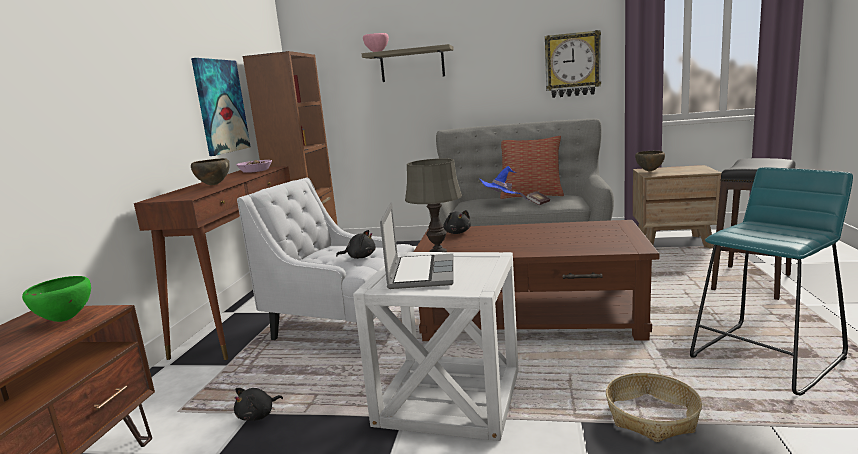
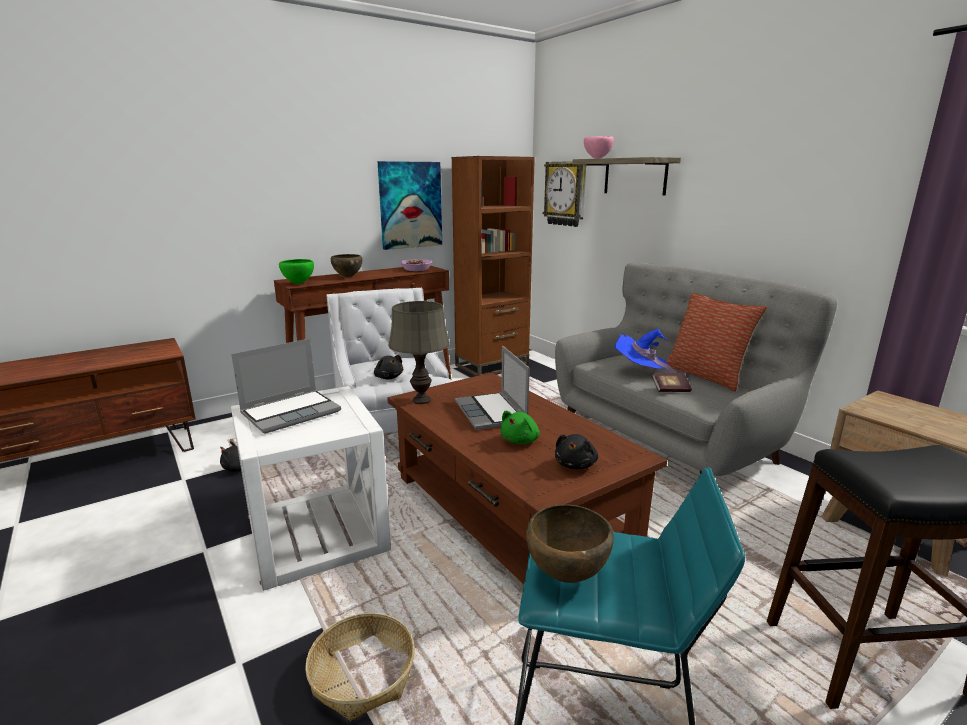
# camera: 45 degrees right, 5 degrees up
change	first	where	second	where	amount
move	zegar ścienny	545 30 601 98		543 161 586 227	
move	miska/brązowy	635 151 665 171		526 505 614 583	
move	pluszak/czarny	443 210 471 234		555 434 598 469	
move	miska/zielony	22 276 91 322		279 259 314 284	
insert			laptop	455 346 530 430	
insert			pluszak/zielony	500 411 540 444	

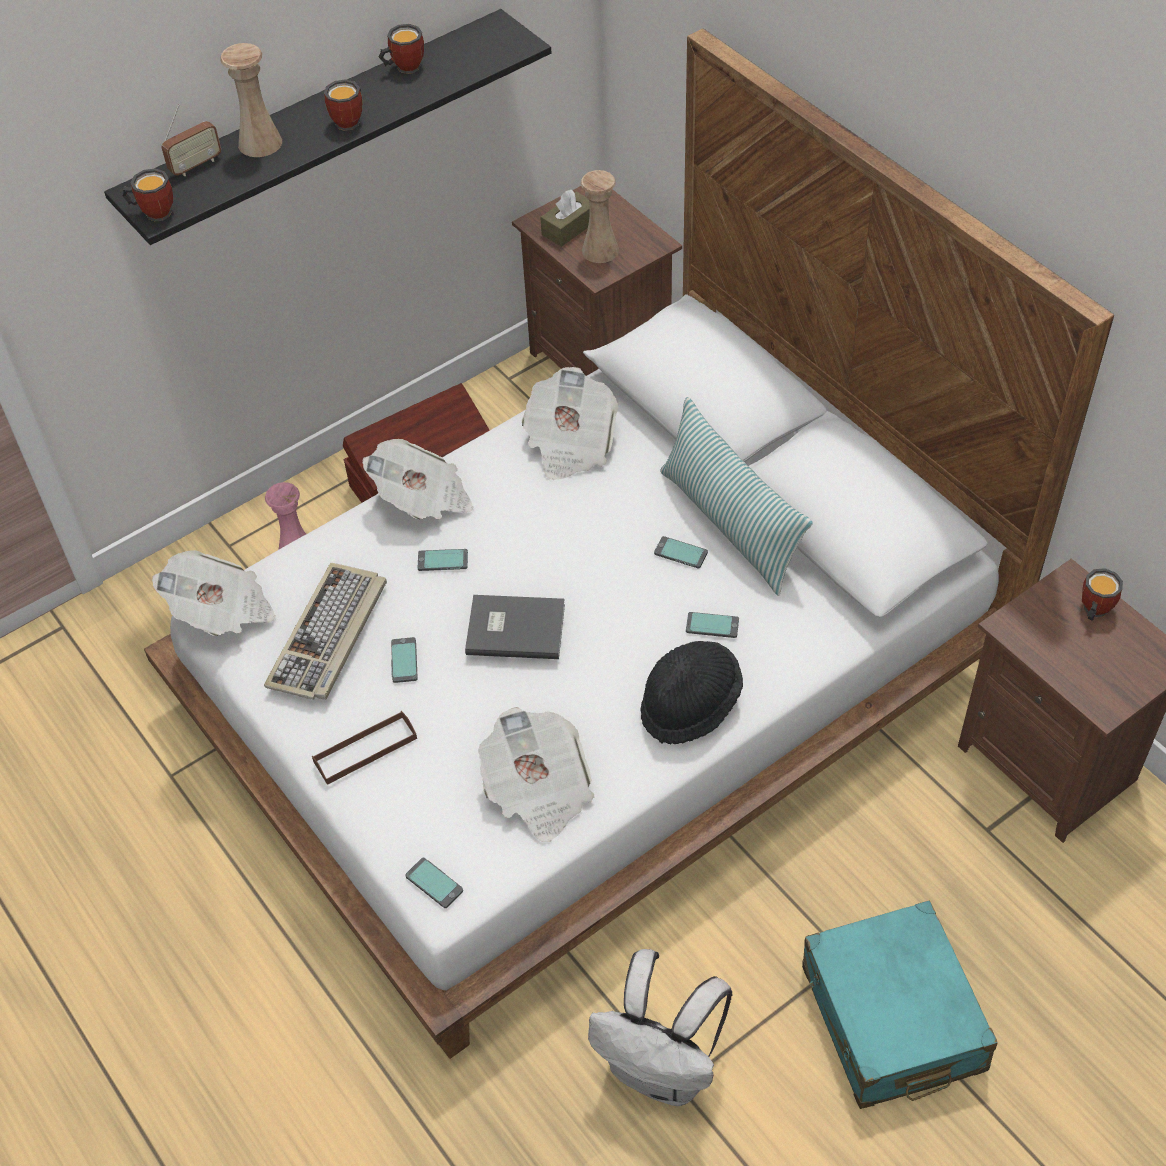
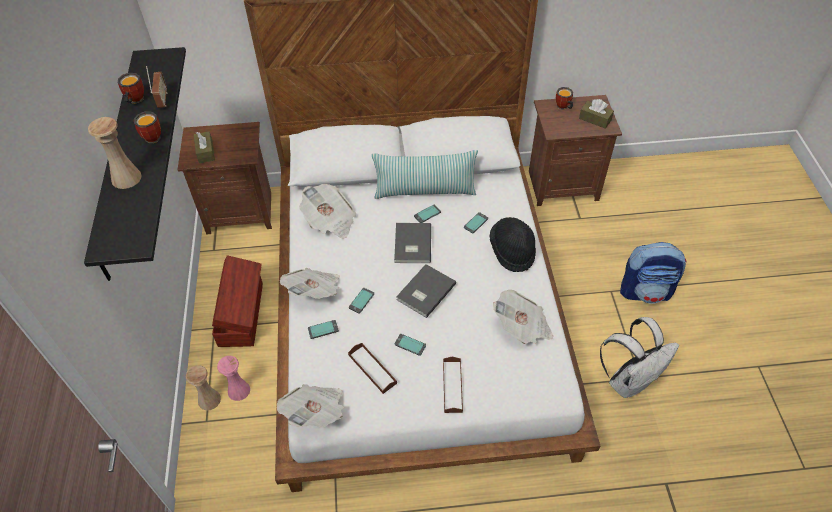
# camera: 60 degrees left, 0 degrees up
change	first	where	second	where	amount
move	radio	162 104 221 176		146 66 167 108	
delete	kubek	123 169 173 222			
move	wazon/beżowy	581 170 619 263		186 365 221 411	
replace	klawiatura	264 563 387 700	taca/brązowy	348 343 397 394	
move	telefon	405 858 463 908		308 320 339 339	
replace	walizka/turkusowy	802 901 998 1109	plecak	620 242 686 304	
insert			pudełko chusteczek/brązowy	579 99 614 129	
insert			książka/szary	394 223 431 263	

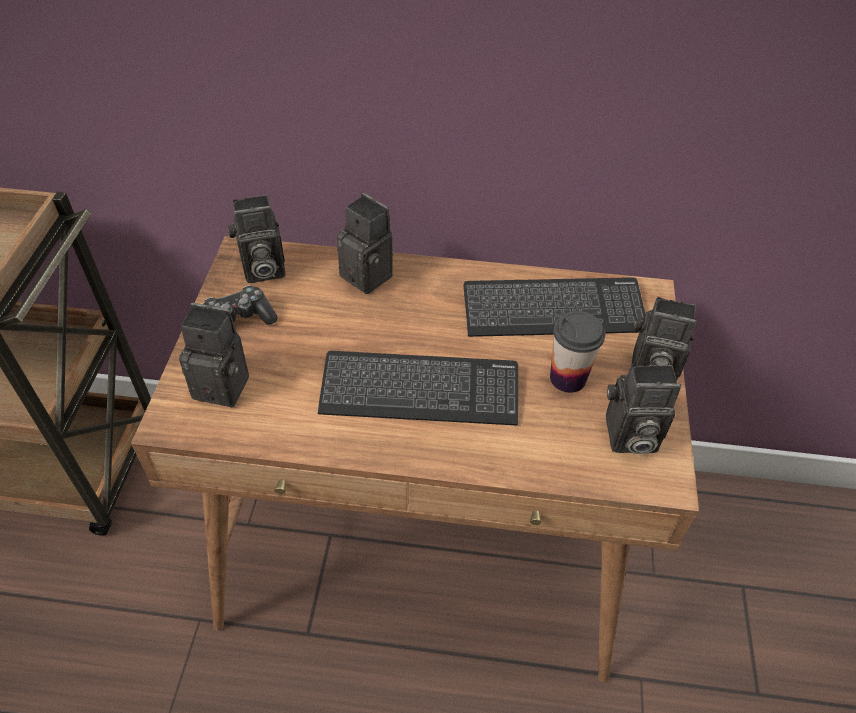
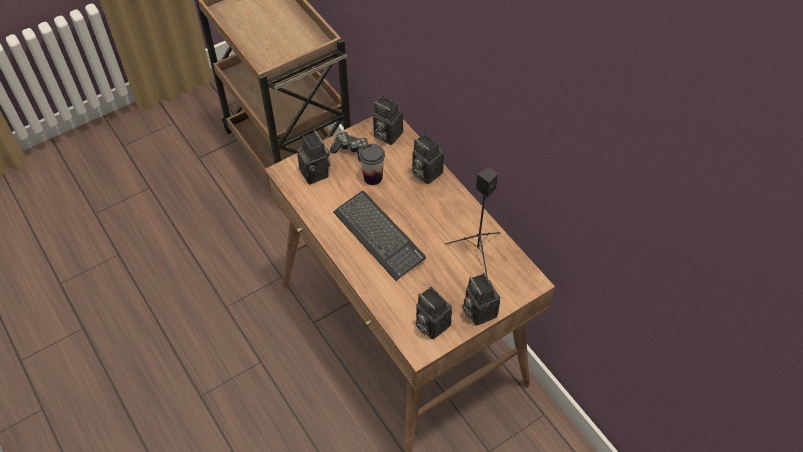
# camera: 50 degrees right, 5 degrees up
change	first	where	second	where	amount
rotate	aparat fotograficzny	337 193 393 294		412 134 444 184	135 degrees clockwise
replace	klawiatura	464 277 645 337	głośnik/czarny	445 167 500 279	
move	filiżanka	550 311 605 393		359 144 385 185	

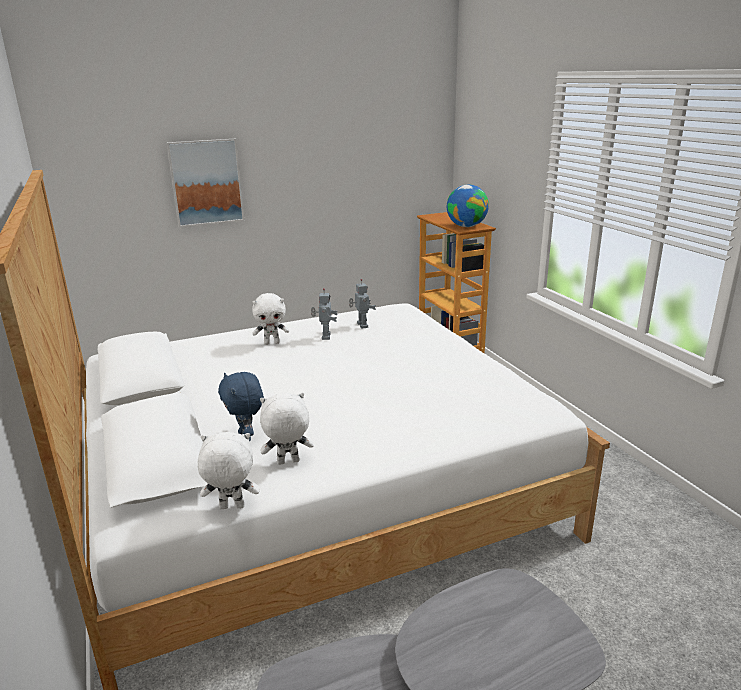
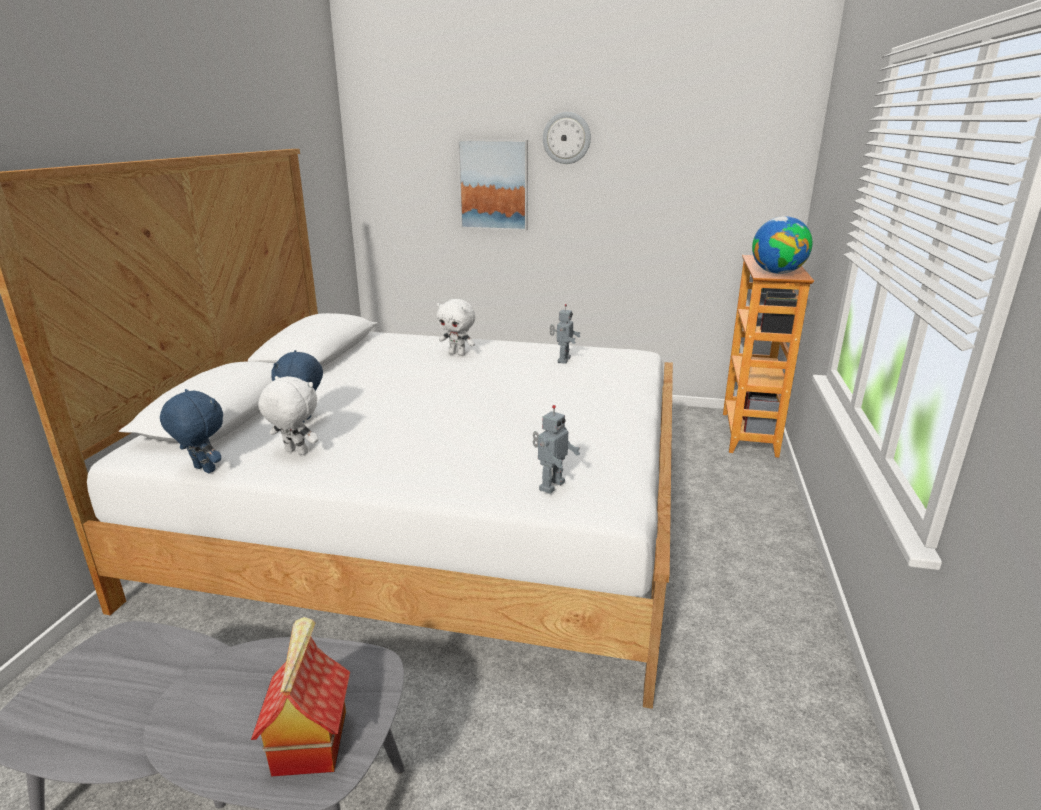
# camera: 35 degrees right, 0 degrees up
change	first	where	second	where	amount
move	robot zabawkowy	311 288 338 340		533 405 580 494	
recolor	pluszak/biały	198 432 260 509	pluszak/niebieski	160 389 223 473	
insert			zegar ścienny	543 112 591 164	
insert			domek	251 617 350 777	

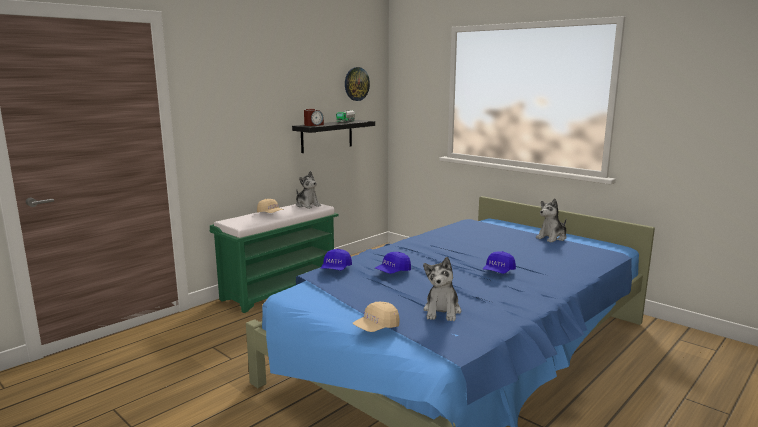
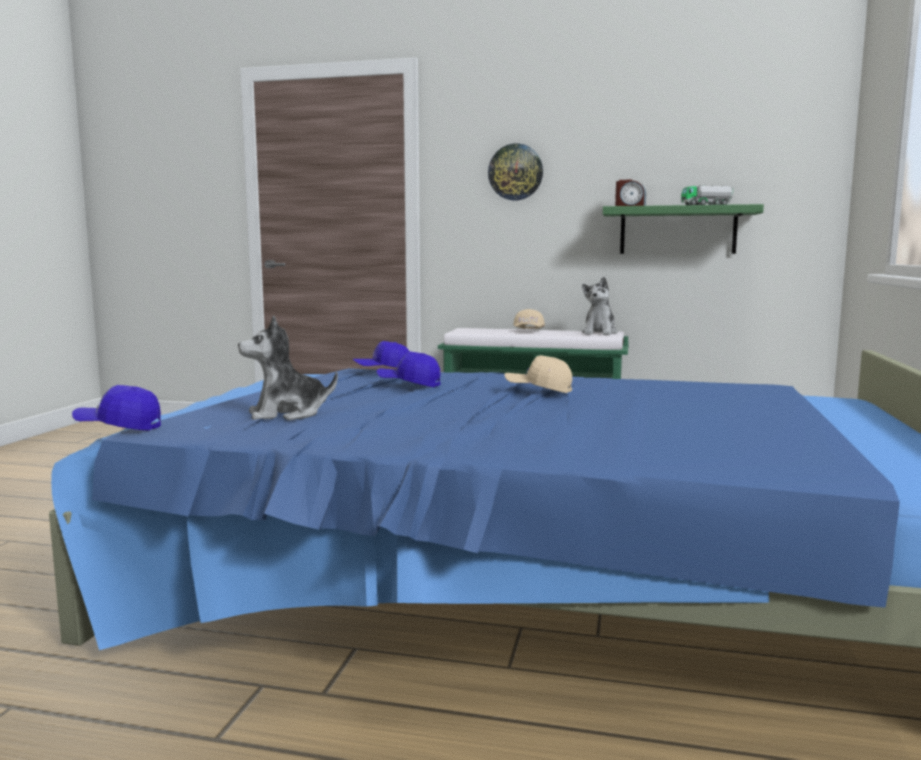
# camera: 60 degrees right, 5 degrees down
change	first	where	second	where	amount
move	zegar ścienny	345 67 370 101		488 143 543 200	
recolor	półka/czarny	292 120 375 153	półka/zielony	603 204 764 254	
delete	pluszak	536 198 567 242			
move	czapka z daszkiem/niebieski	483 251 516 274		72 385 161 431	
move	czapka z daszkiem/beżowy	353 302 399 332		504 355 572 393	

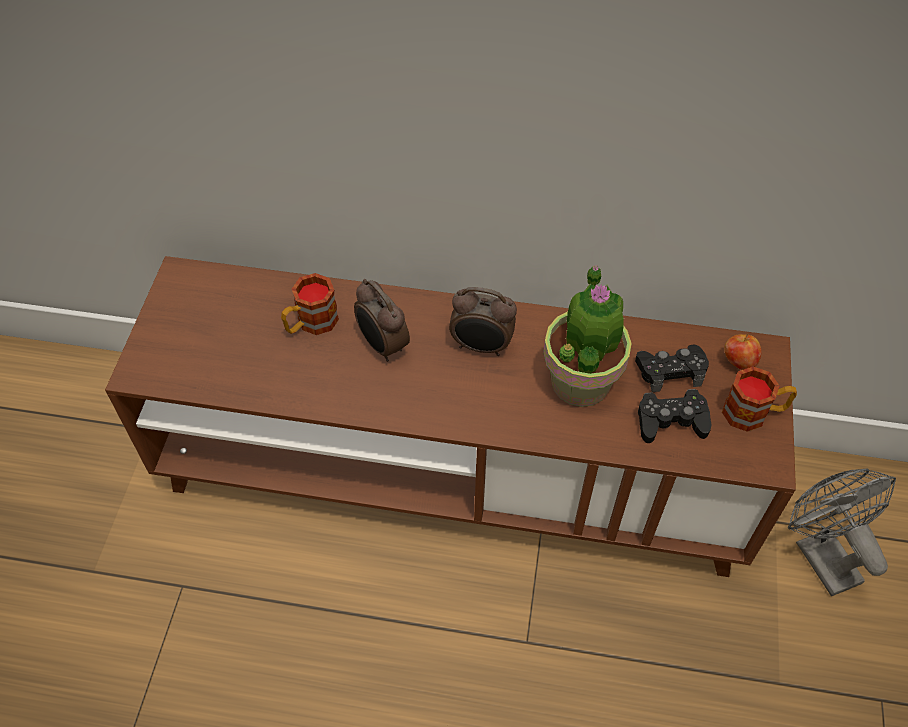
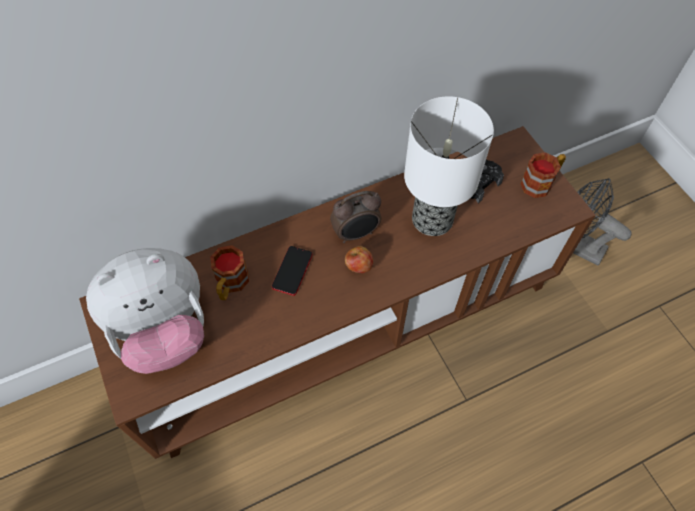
# camera: 35 degrees left, 5 degrees up
change	first	where	second	where	amount
replace	roślina doniczkowa	543 265 632 407	lampa stołowa	404 96 494 236	
replace	budzik	354 279 410 362	telefon	272 246 312 296	
move	jabłko	724 334 761 370		345 246 373 273	
delete	pad do gier/czarny	638 389 711 443			
insert			pluszak	86 248 204 374	

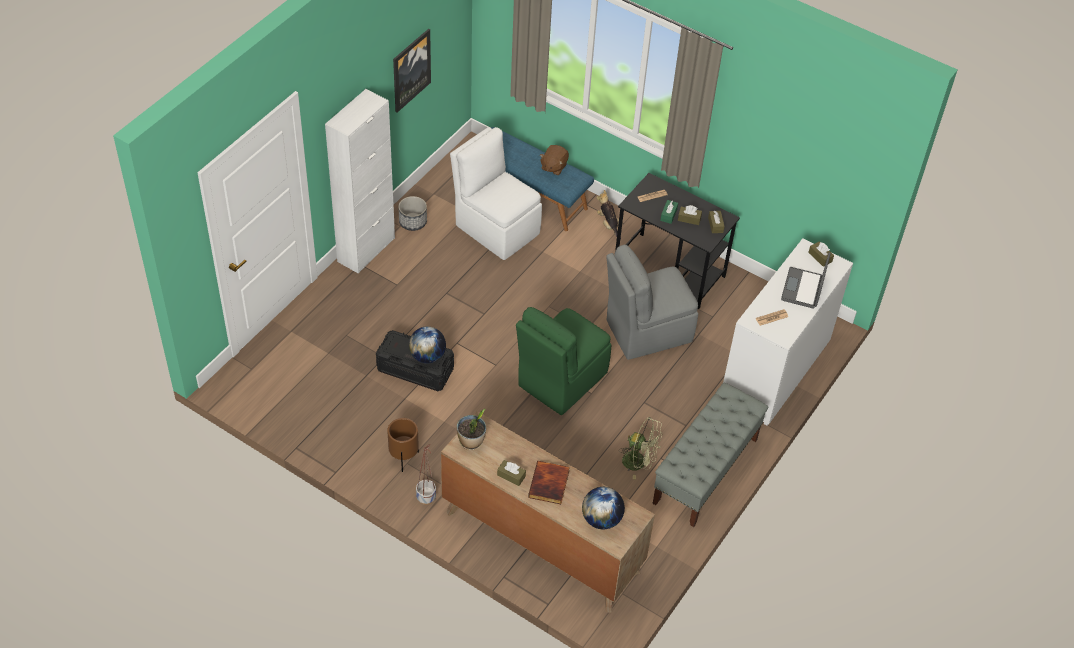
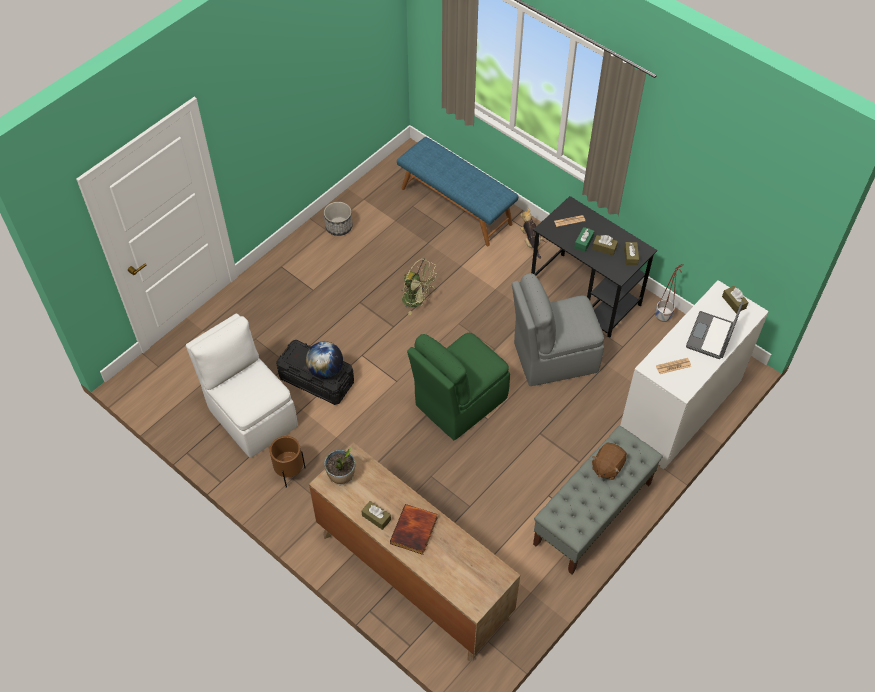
# camera: 10 degrees right, 5 degrees up
change	first	where	second	where	amount
delete	obraz	393 29 431 113			
delete	szafka/biały	325 89 395 274			
move	krzesło/biały	450 127 542 260		186 313 297 458	
move	pluszak/brązowy	540 145 569 175		592 443 627 480	
move	wentylator/zielony	619 417 663 479		401 258 438 315	
move	donica	416 444 436 505		655 264 684 322	
delete	globus	582 487 625 530			

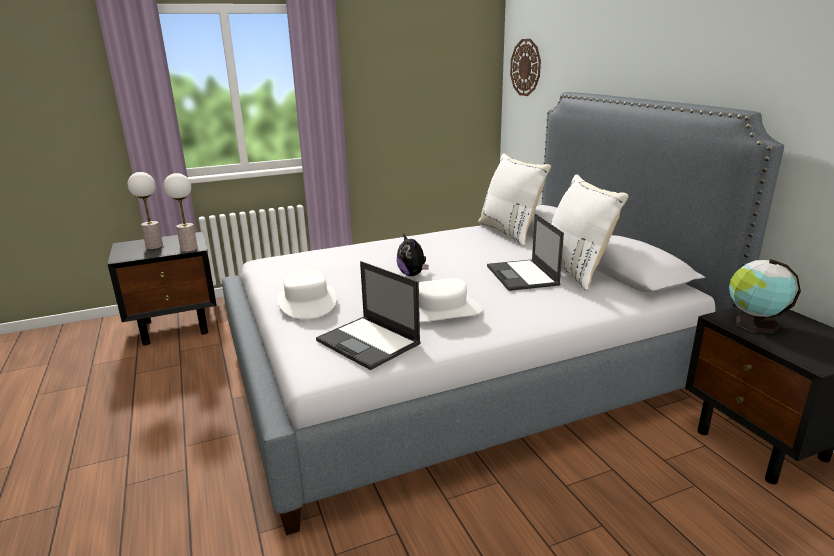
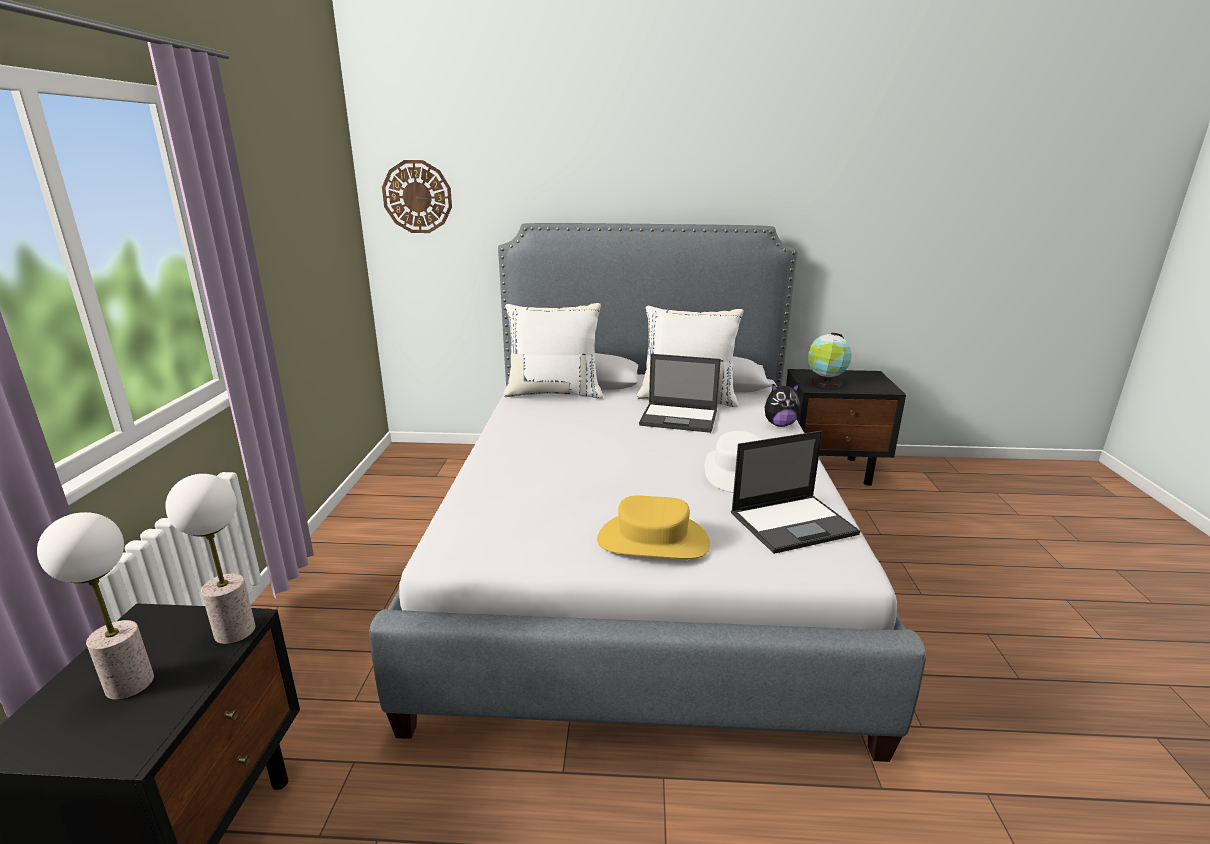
# camera: 65 degrees left, 0 degrees up
change	first	where	second	where	amount
move	pluszak	397 234 429 276		765 383 801 427	
recolor	kapelusz/biały	277 269 336 319	kapelusz/żółty	597 495 710 559	

